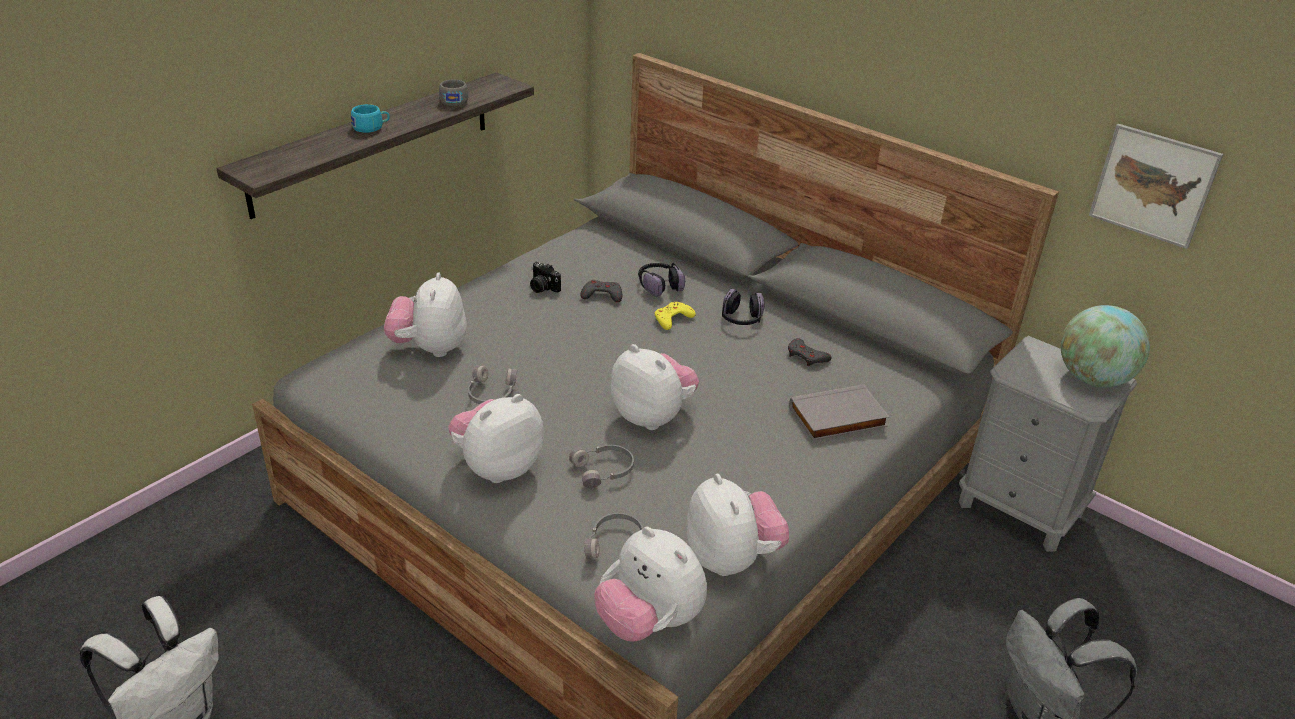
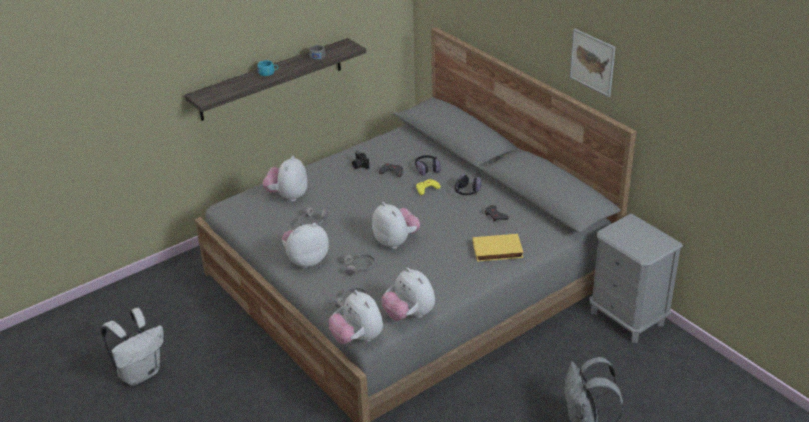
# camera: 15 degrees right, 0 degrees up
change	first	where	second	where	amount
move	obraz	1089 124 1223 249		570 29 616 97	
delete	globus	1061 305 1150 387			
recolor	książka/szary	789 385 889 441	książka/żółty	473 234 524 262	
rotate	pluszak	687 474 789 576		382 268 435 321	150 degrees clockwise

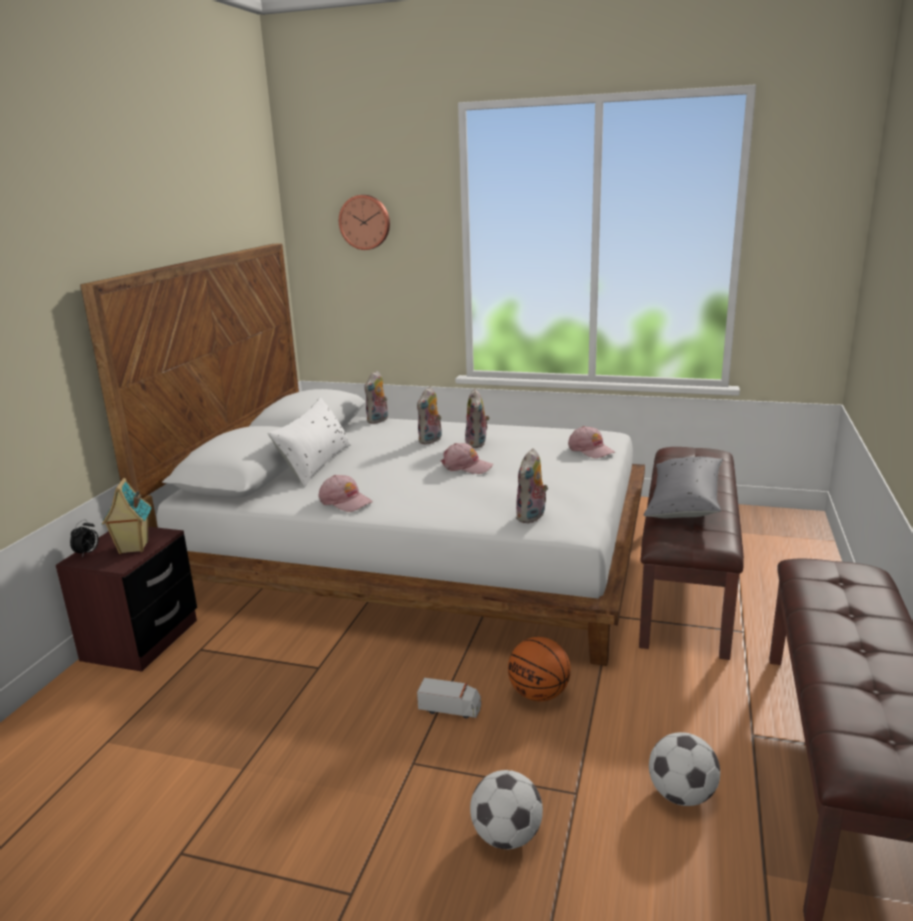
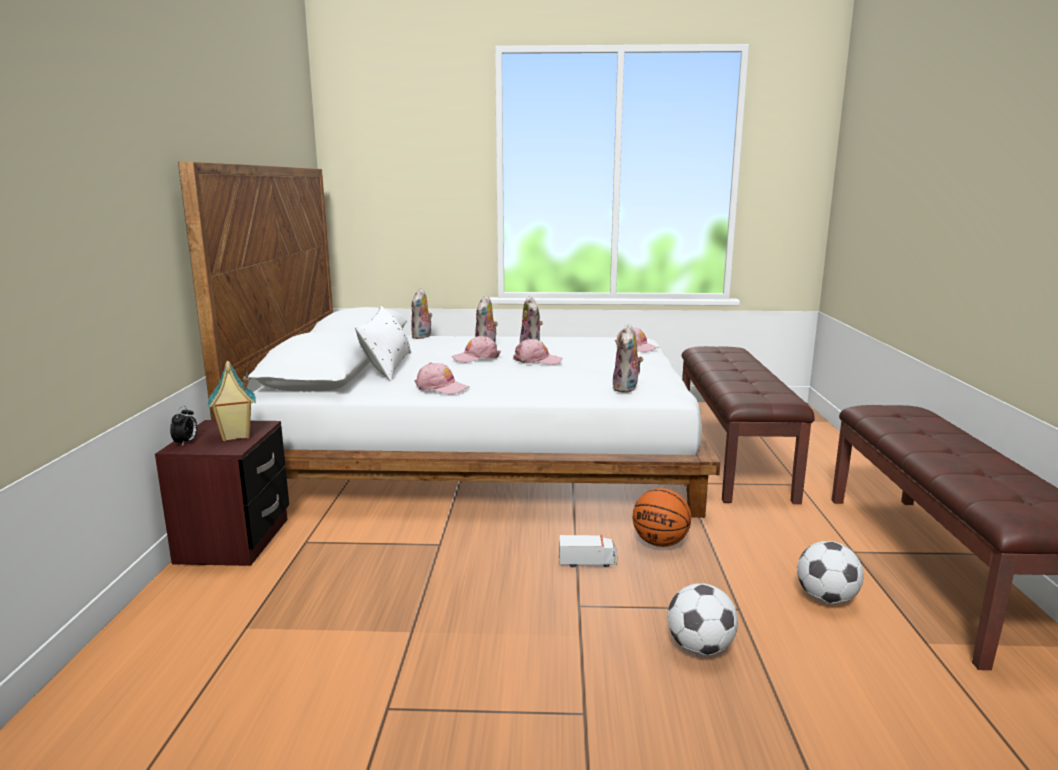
# camera: 15 degrees left, 5 degrees down
change	first	where	second	where	amount
delete	zegar ścienny	339 195 390 250			
delete	poduszka/szary	644 456 723 518			
insert			czapka z daszkiem/różowy	451 336 501 363	

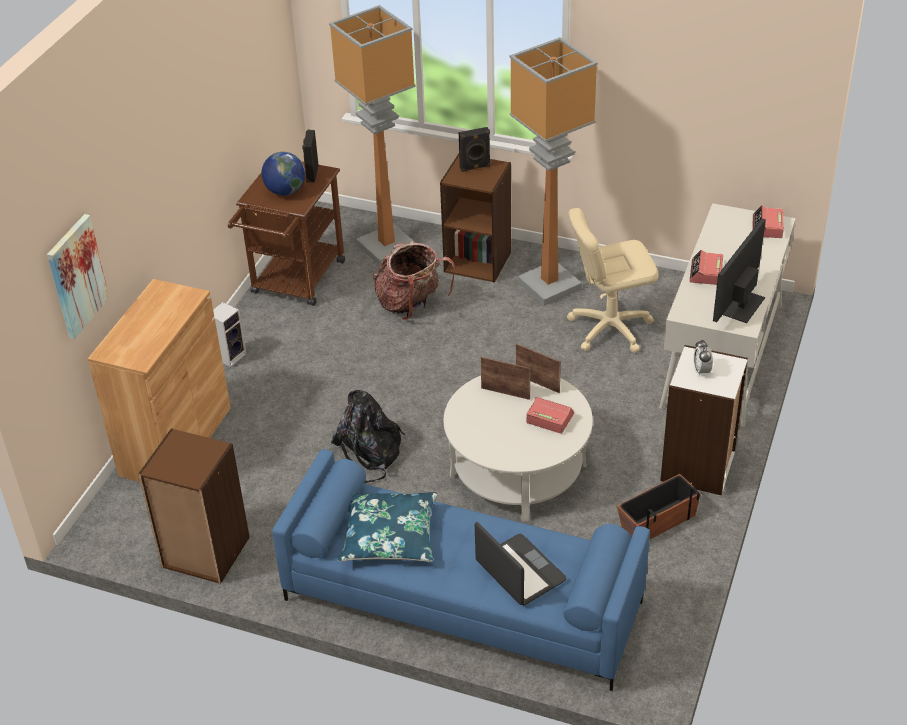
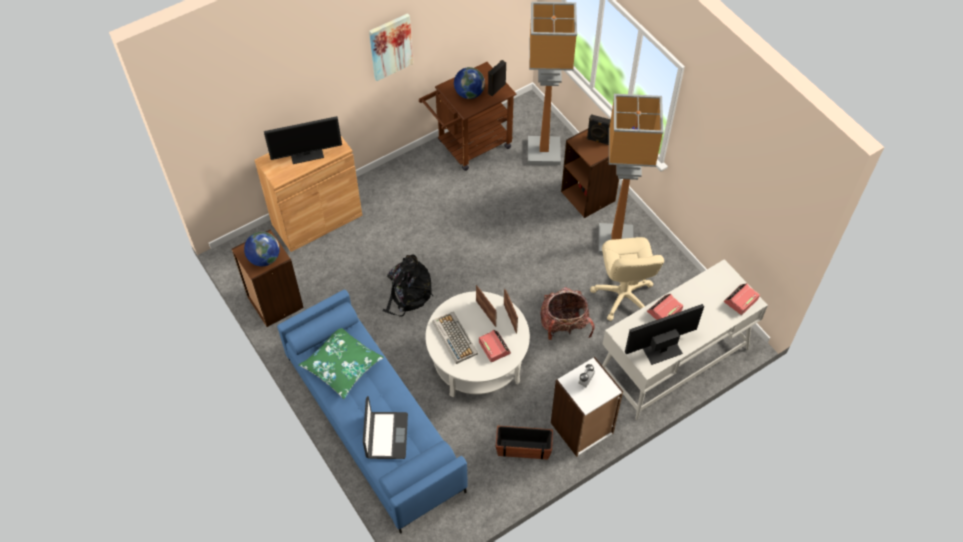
# camera: 35 degrees right, 15 degrees up
change	first	where	second	where	amount
rotate	krzesło biurowe/beżowy	567 208 659 353		590 237 664 321	120 degrees counterclockwise
move	obraz	47 214 110 339		369 13 413 81	
move	plecak	373 241 455 320		540 287 595 340	
delete	głośnik	212 302 246 367			
recolor	poduszka/niebieski	338 492 437 562	poduszka/zielony	299 328 384 399	
insert			monitor	264 116 342 164	
insert			globus	244 232 280 266	
insert			klawiatura	432 312 478 364	

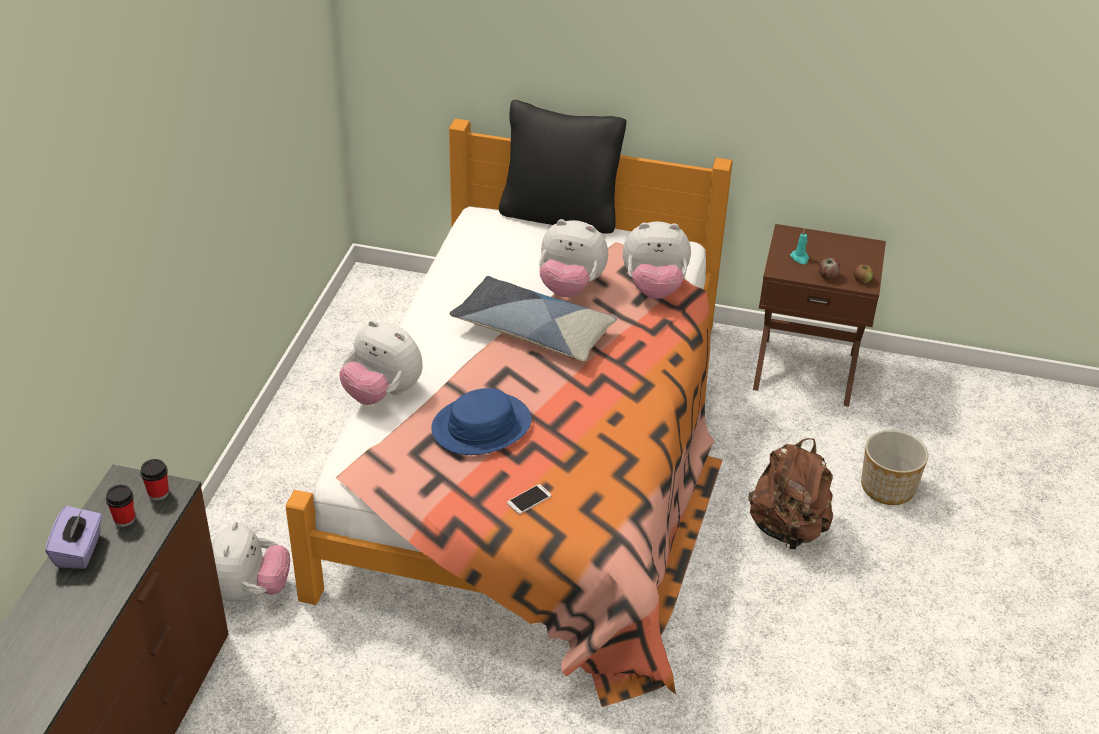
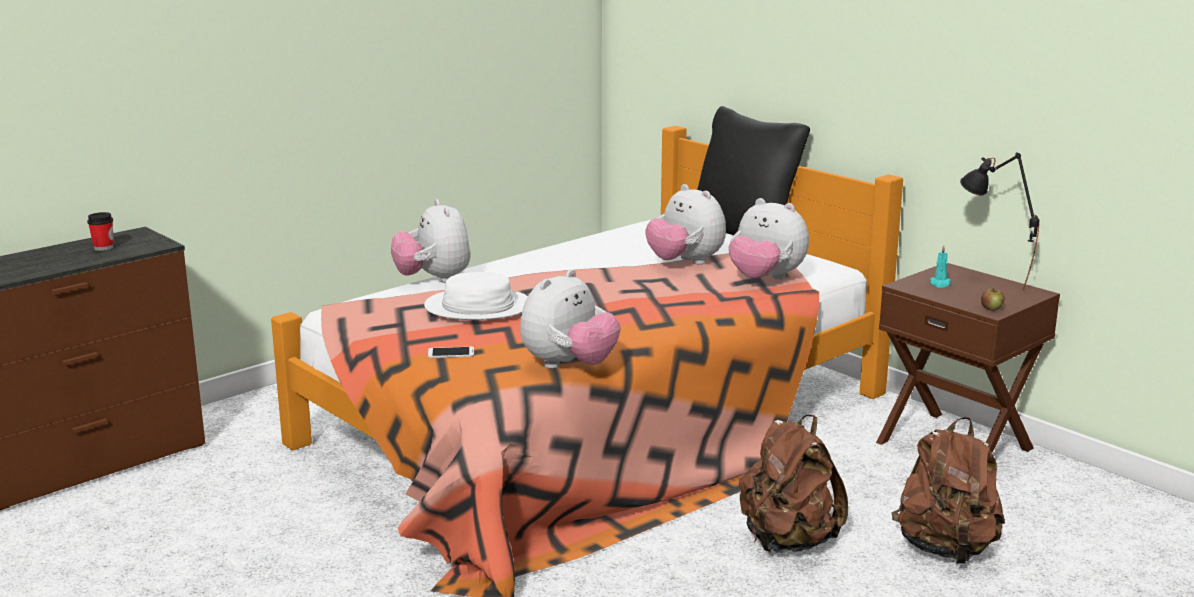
# camera: 35 degrees right, 20 degrees down
change	first	where	second	where	amount
delete	jabłko	819 258 840 279			
delete	poduszka	450 276 617 361			
recolor	kapelusz/niebieski	431 388 532 455	kapelusz/biały	424 272 528 320	
replace	donica	861 430 928 505	plecak/brązowy	891 417 1005 564	
delete	filiżanka	140 459 169 501			
delete	pudełko chusteczek/fioletowy	45 506 102 569			
move	pluszak	212 521 290 602		520 269 621 369	
insert			lampa stołowa/czarny	960 152 1039 291	

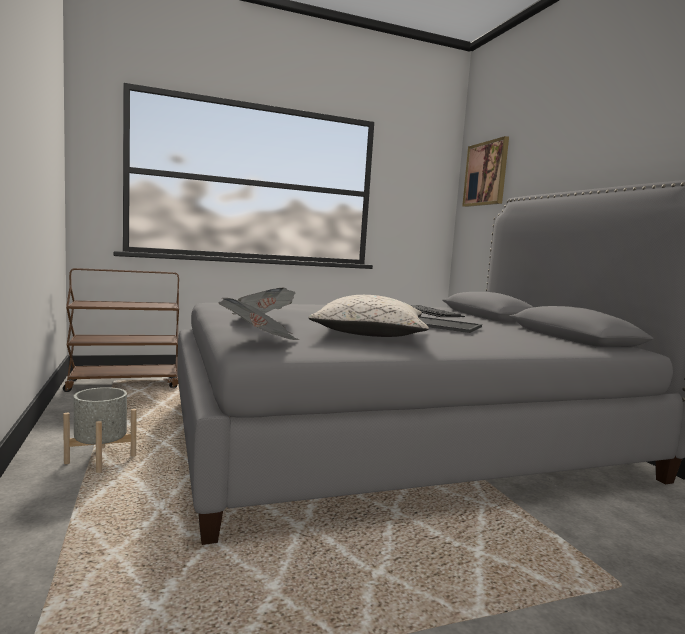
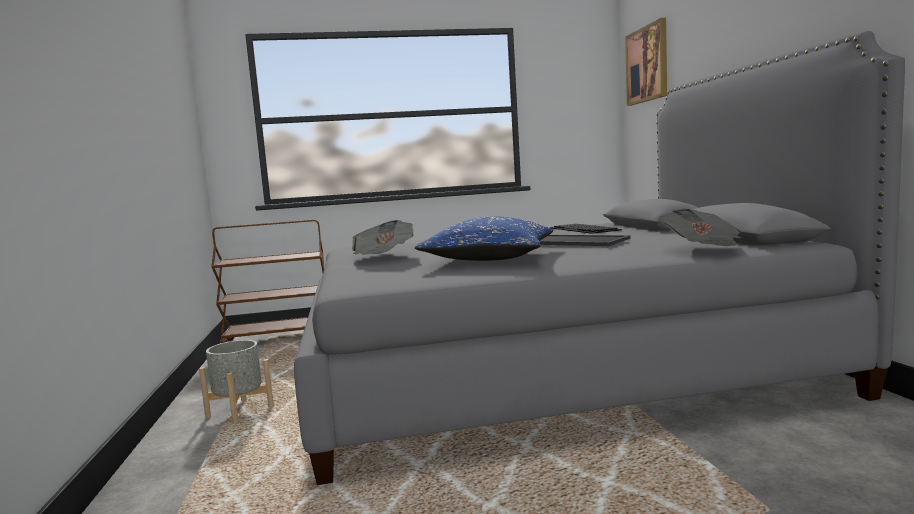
# camera: 10 degrees right, 0 degrees up
change	first	where	second	where	amount
recolor	poduszka/beżowy	309 295 429 337	poduszka/niebieski	415 217 553 261	
move	gazeta	218 298 299 340		658 209 741 246	

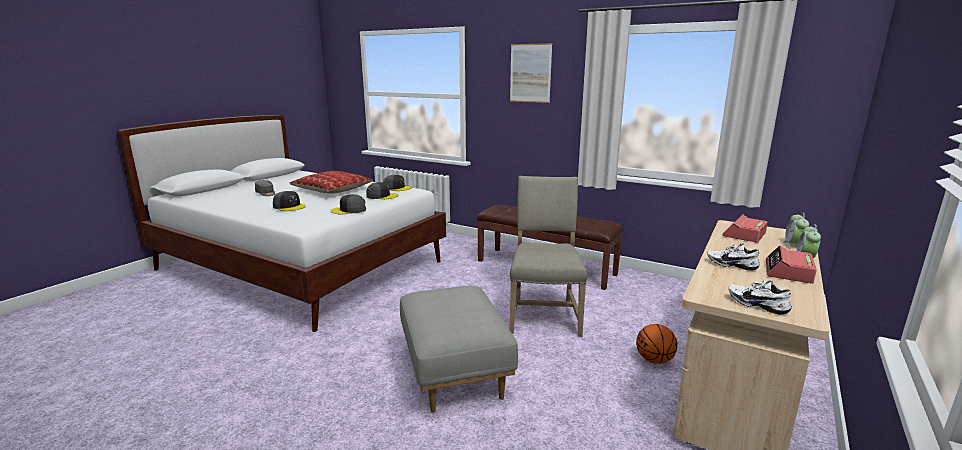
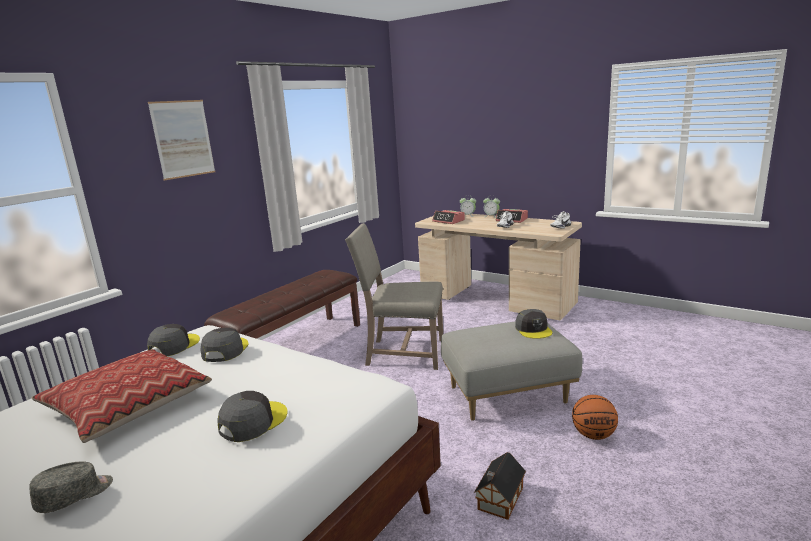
# camera: 85 degrees left, 0 degrees up
change	first	where	second	where	amount
move	czapka z daszkiem/szary	331 194 366 214		515 309 552 339	
move	piłka do koszykówki	636 324 678 364		572 395 618 440	
insert			domek	474 452 526 520	

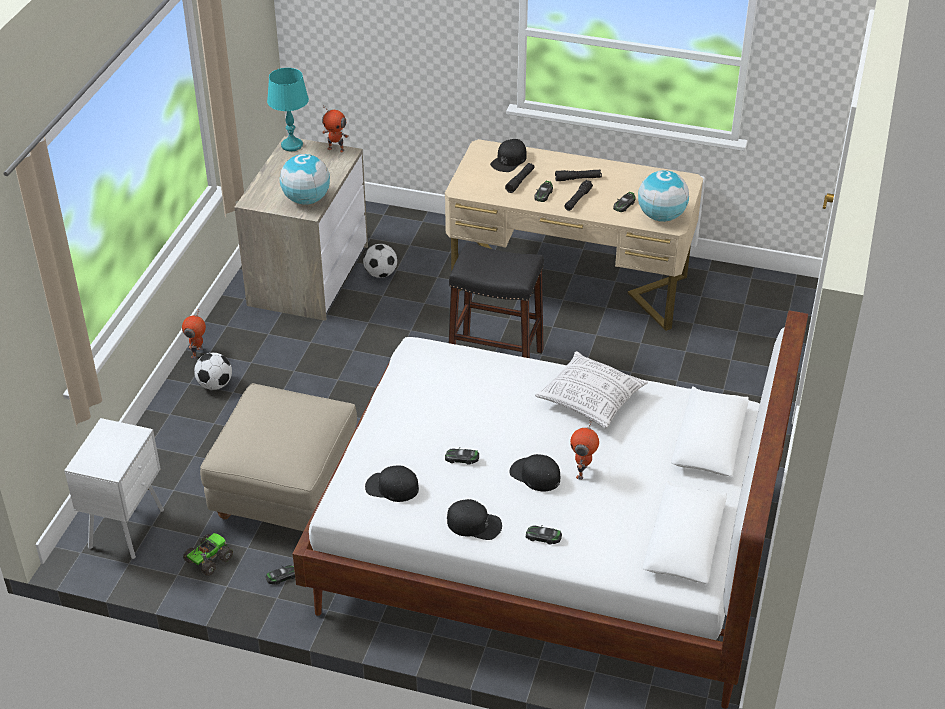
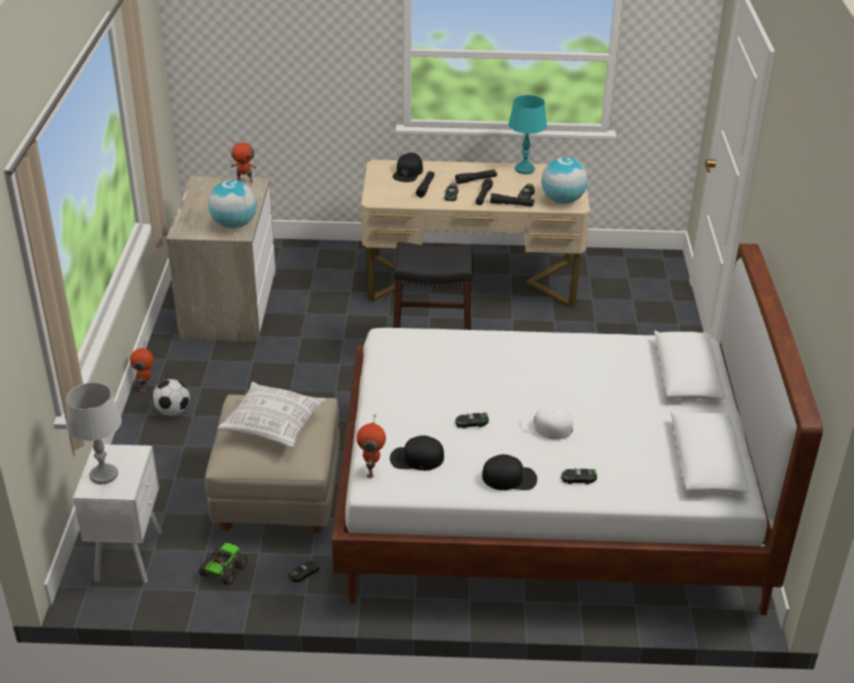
# camera: 15 degrees left, 5 degrees down
change	first	where	second	where	amount
move	lampa stołowa/turkusowy	267 68 309 151		509 95 547 174	
delete	piłka futbolowa	363 244 397 278			
move	poduszka	535 351 648 428		218 382 326 448	
move	robot zabawkowy	570 419 599 480		357 415 386 478	
recolor	czapka z daszkiem/czarny	509 454 560 491	czapka z daszkiem/biały	521 405 573 440	
insert			latarka/czarny	490 193 534 207	
insert			lampa stołowa/szary	67 382 122 484	

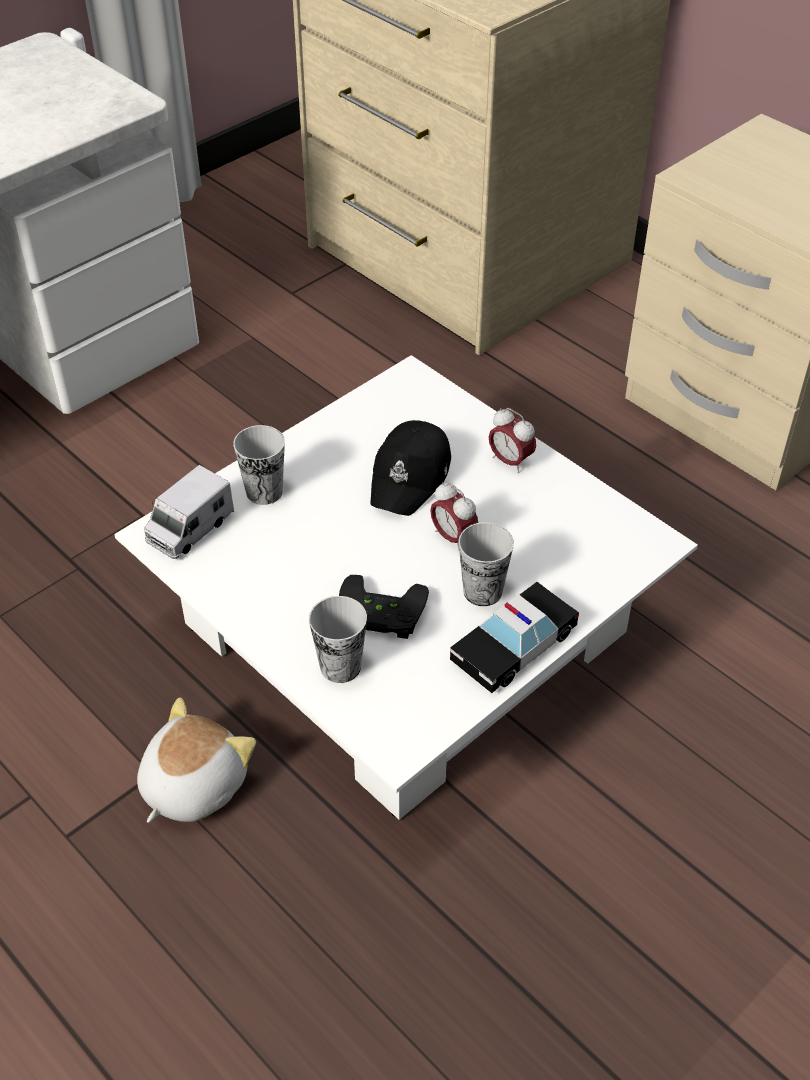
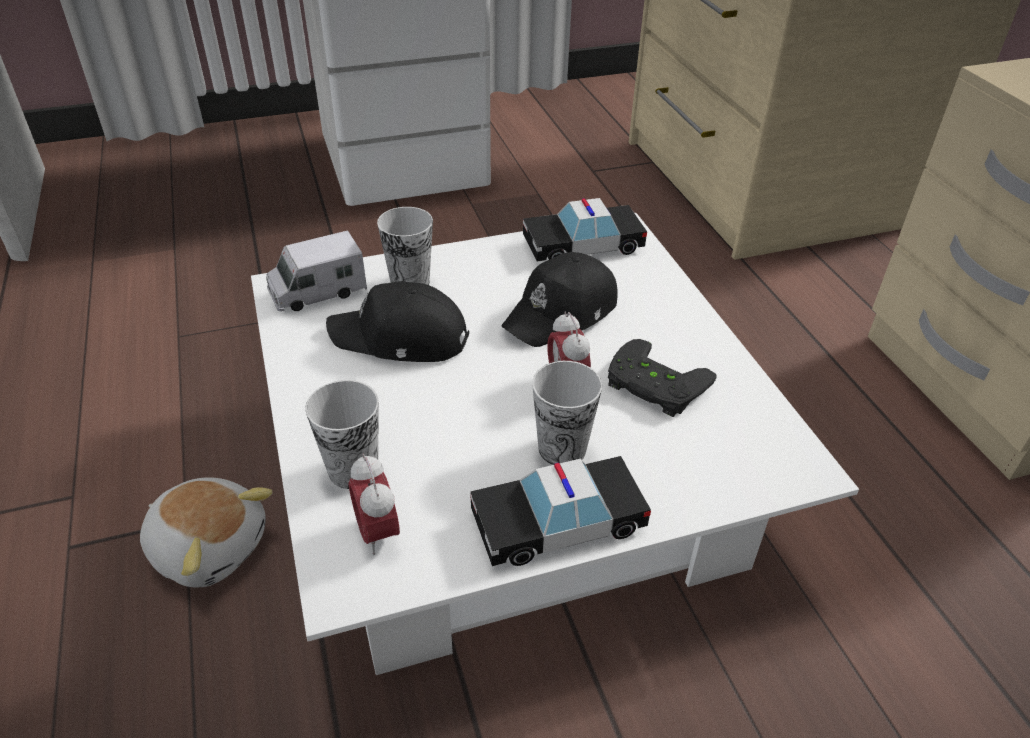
# camera: 25 degrees right, 5 degrees down
change	first	where	second	where	amount
move	budzik	489 408 536 473		349 454 400 555	
move	pad do gier/czarny	339 575 429 639		608 339 717 417	
rotate	pluszak	137 697 256 823		140 477 273 587	60 degrees clockwise
insert			samochodzik	523 198 647 262	
insert			czapka z daszkiem/czarny	326 281 469 362	

